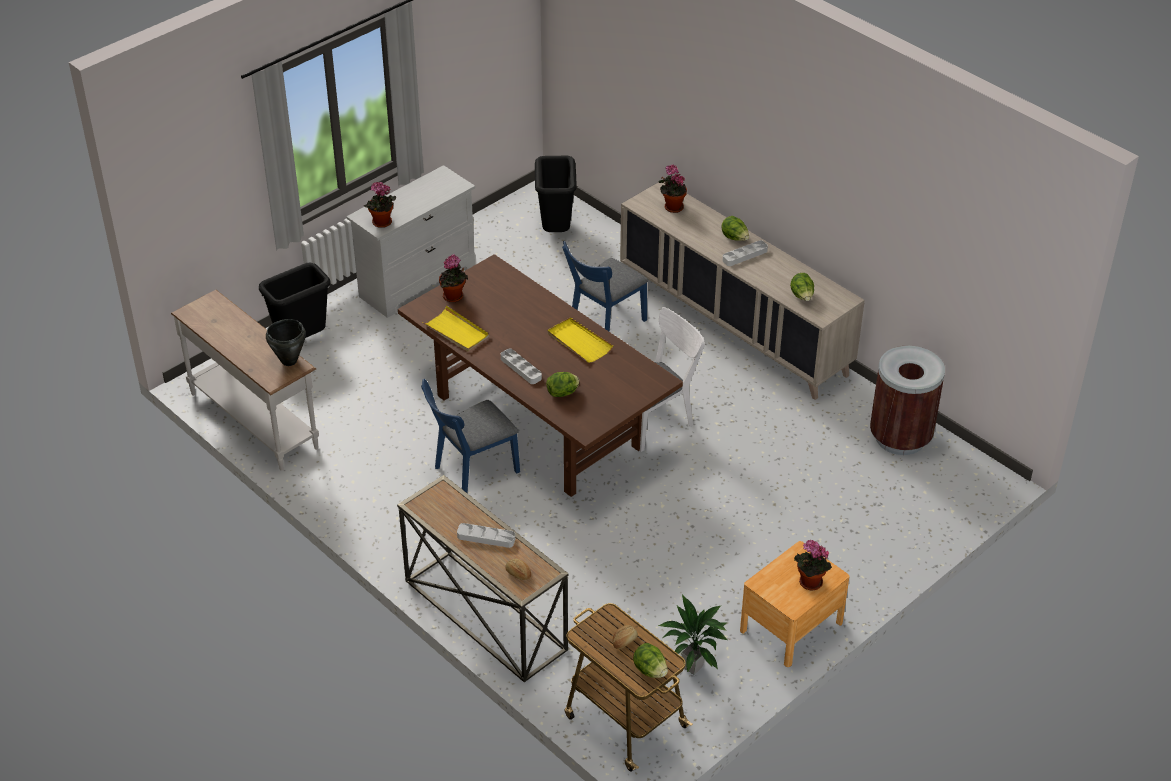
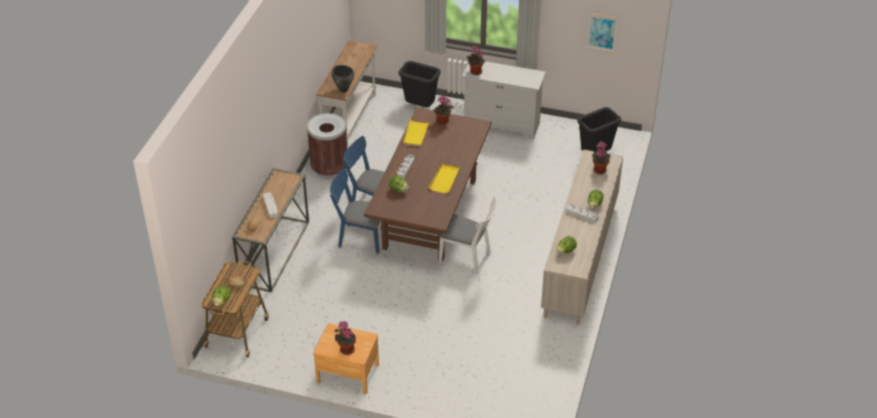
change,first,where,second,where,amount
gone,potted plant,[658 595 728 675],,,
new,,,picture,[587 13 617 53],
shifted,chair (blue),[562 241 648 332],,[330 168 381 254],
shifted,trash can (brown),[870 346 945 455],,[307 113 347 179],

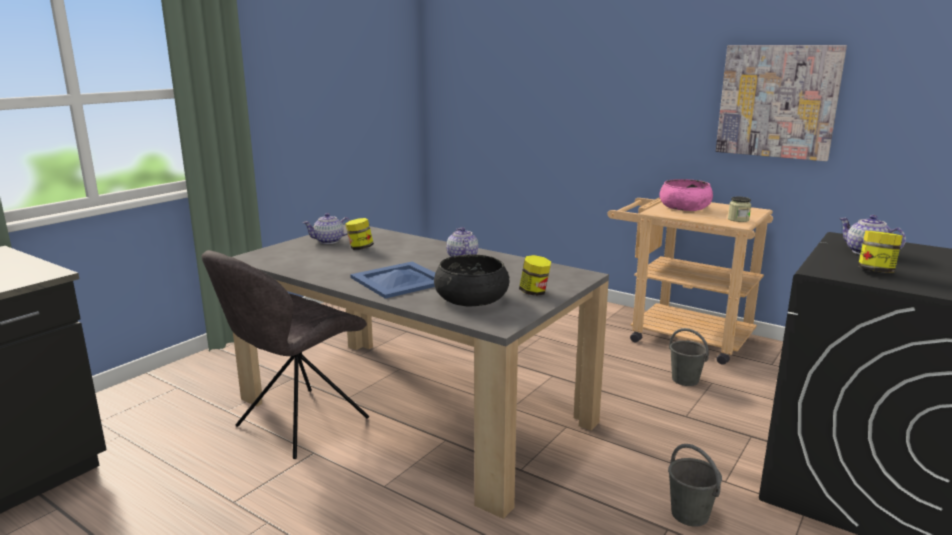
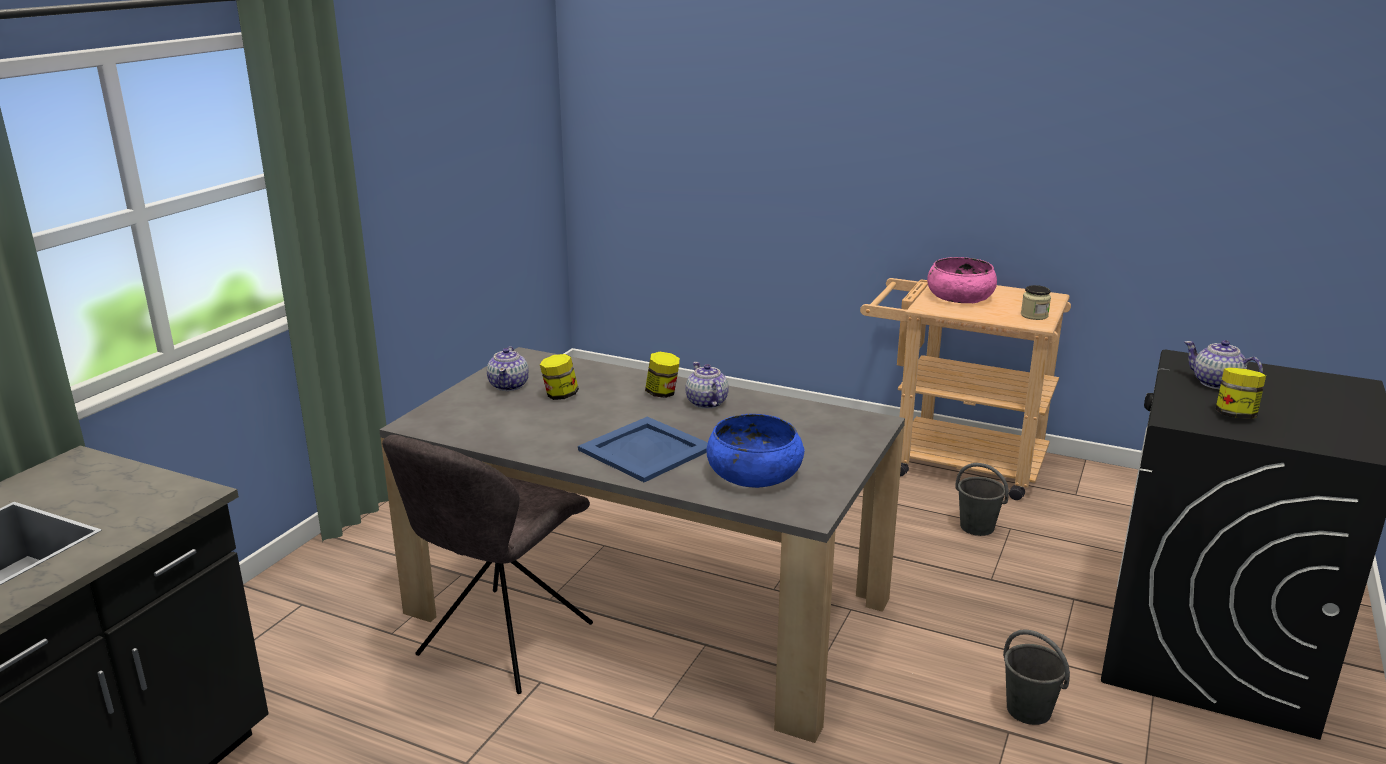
change,first,where,second,where,amount
gone,picture,[716 45 847 161],,,
shifted,jar,[519 255 551 296],,[645 352 680 398],
repainted,bowl (black),[434 254 509 306],bowl (blue),[707 414 805 488],
rotated,teapot,[302 213 351 244],,[487 346 529 391],60 degrees counterclockwise

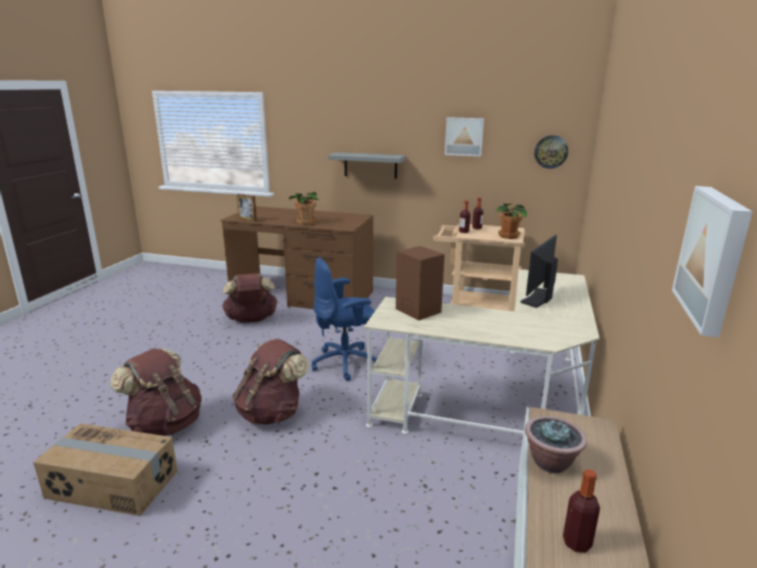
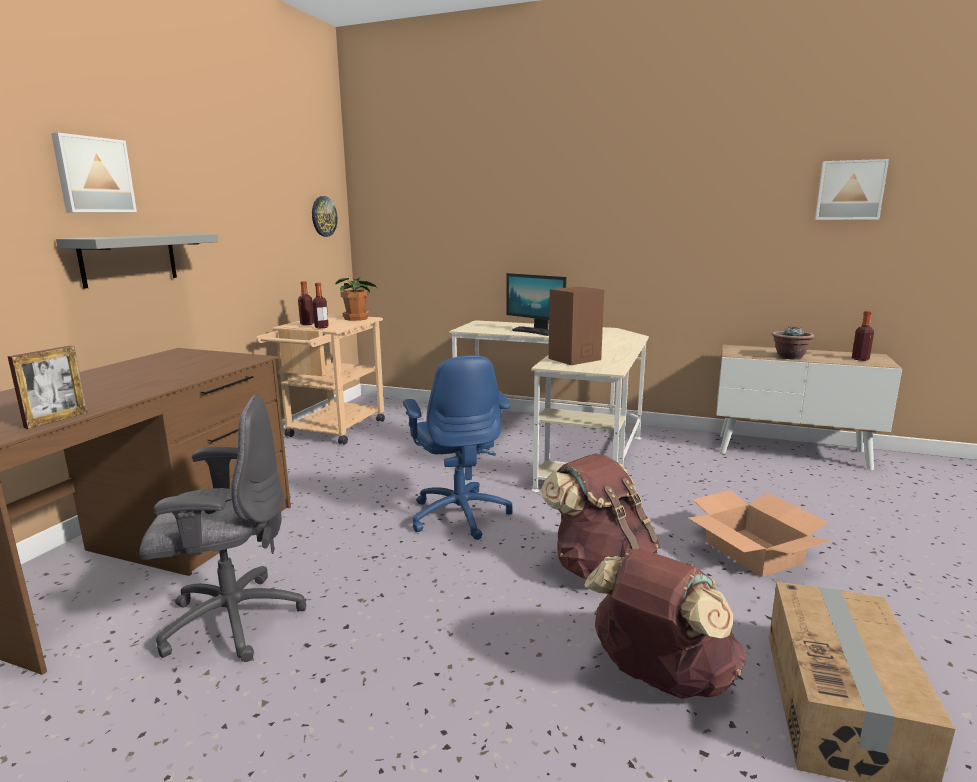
change,first,where,second,where,amount
gone,potted plant,[289 192 320 225],,,
new,,,cardboard box,[688 490 831 577],
shifted,picture,[445 117 484 156],,[51 133 137 212],
swapped,backpack (brown),[222 273 278 323],office chair (grey),[139 395 306 662],

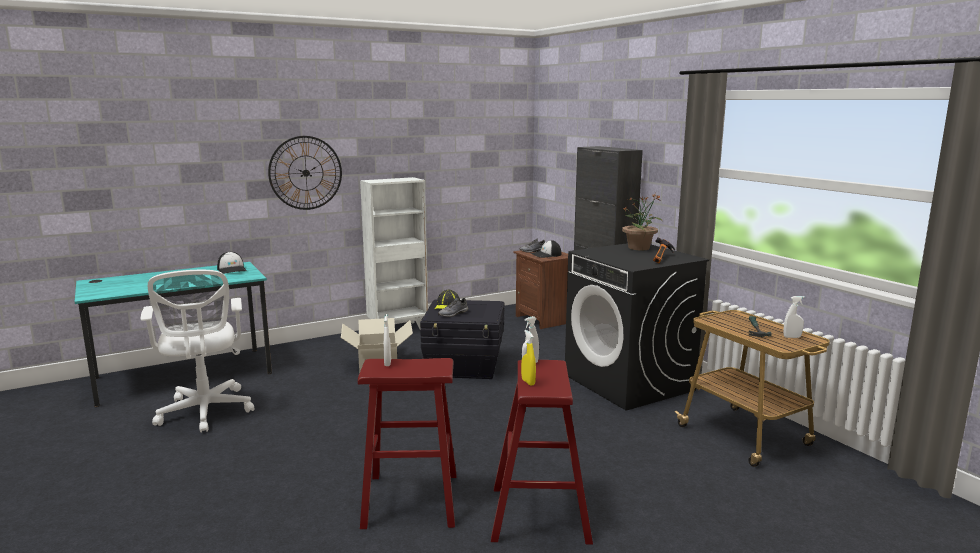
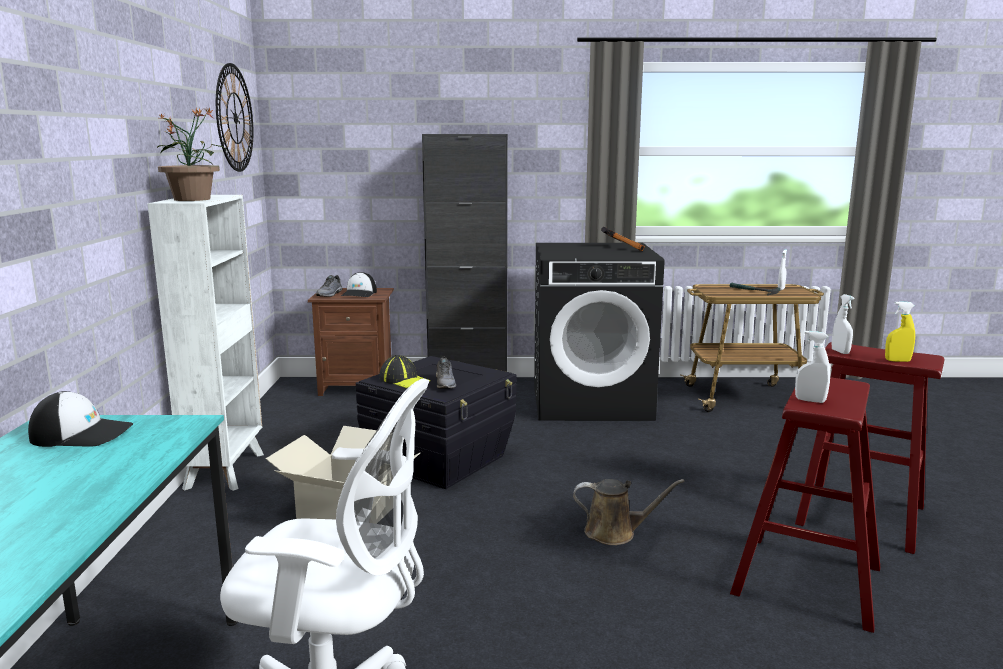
change,first,where,second,where,amount
new,,,watering can (brown),[573 479 684 545],
shifted,wall clock,[268 136 342 210],,[216 63 253 172],
shifted,potted plant,[622 195 662 250],,[157 107 227 201],

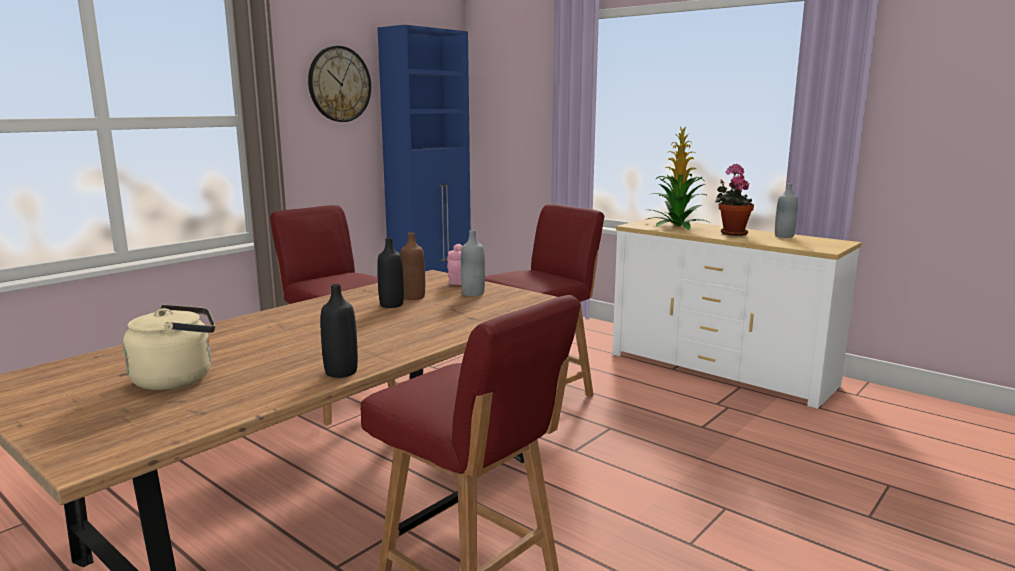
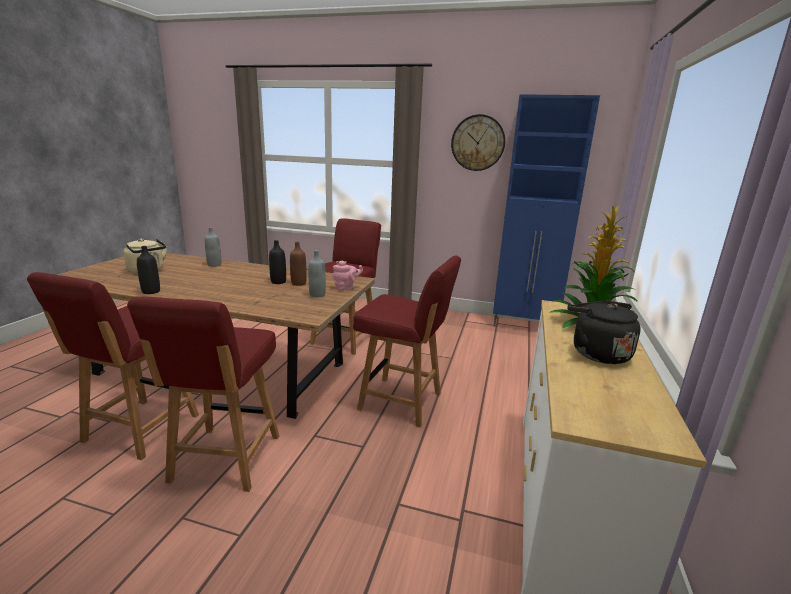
change,first,where,second,where,amount
new,,,chair (red),[127 296 279 492],
shifted,bottle (grey),[775 183 798 238],,[205 227 221 267],
swapped,potted plant,[715 164 754 236],kettle (black),[567 301 641 364],

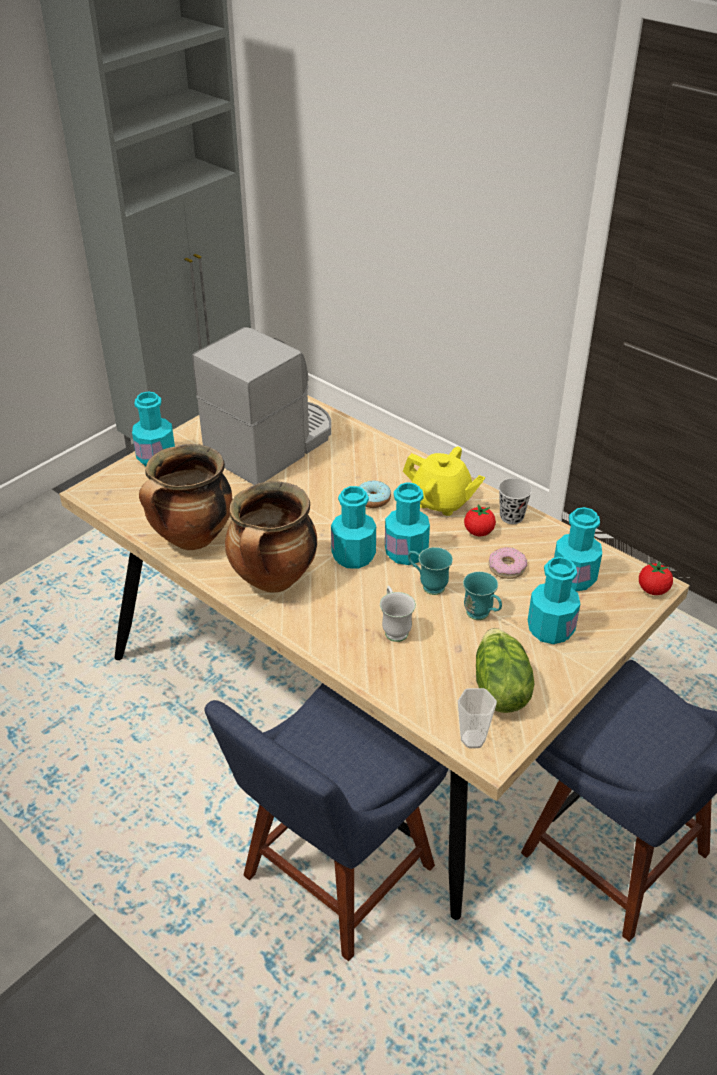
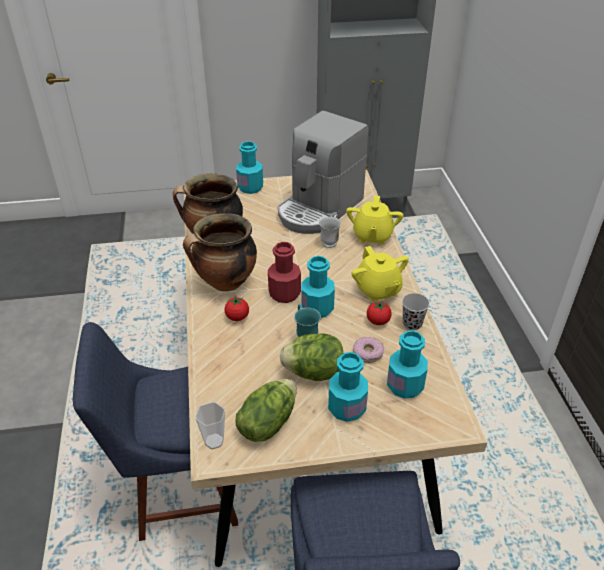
change,first,where,second,where,amount
gone,donut,[359 481 391 508],,,
new,,,teapot (yellow),[346 195 404 244],
shifted,mug (white),[380 586 416 642],,[319 214 341 248],
shifted,tomato,[639 561 673 595],,[224 296 249 321],
swapped,mug (turquoise),[463 571 502 620],lettuce,[280 333 343 381],
repainted,bottle (turquoise),[331 486 376 569],bottle (red),[268 242 301 303],
rotated,coffee machine,[192 327 331 485],,[278 110 369 234],135 degrees clockwise

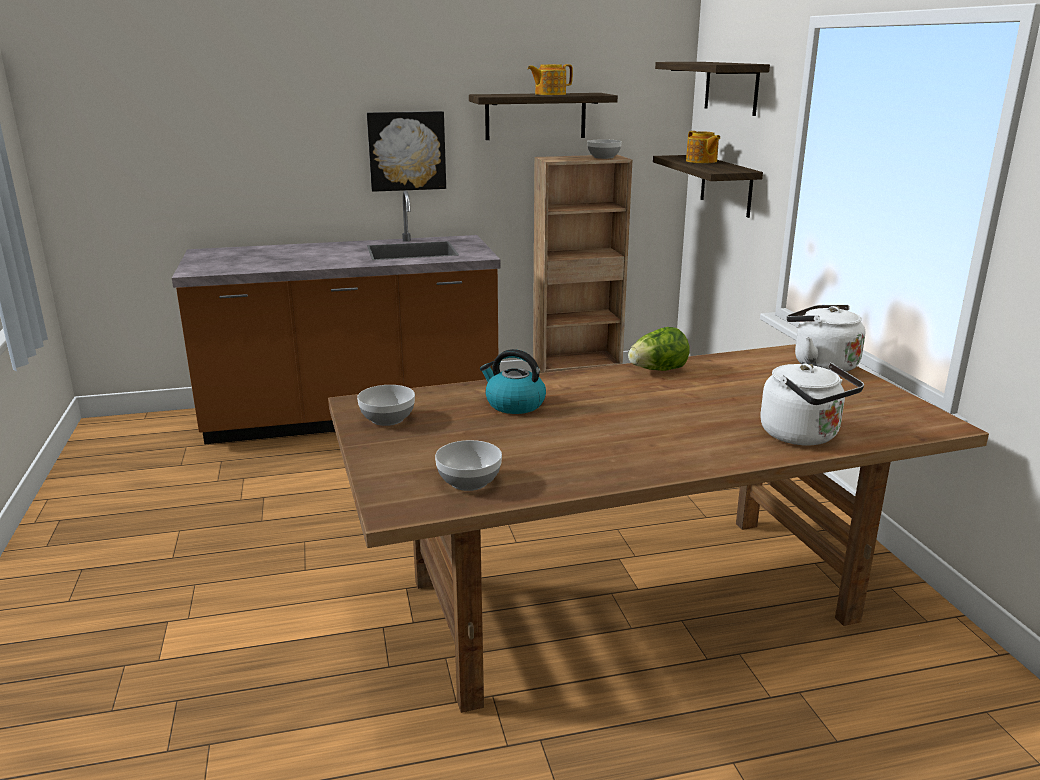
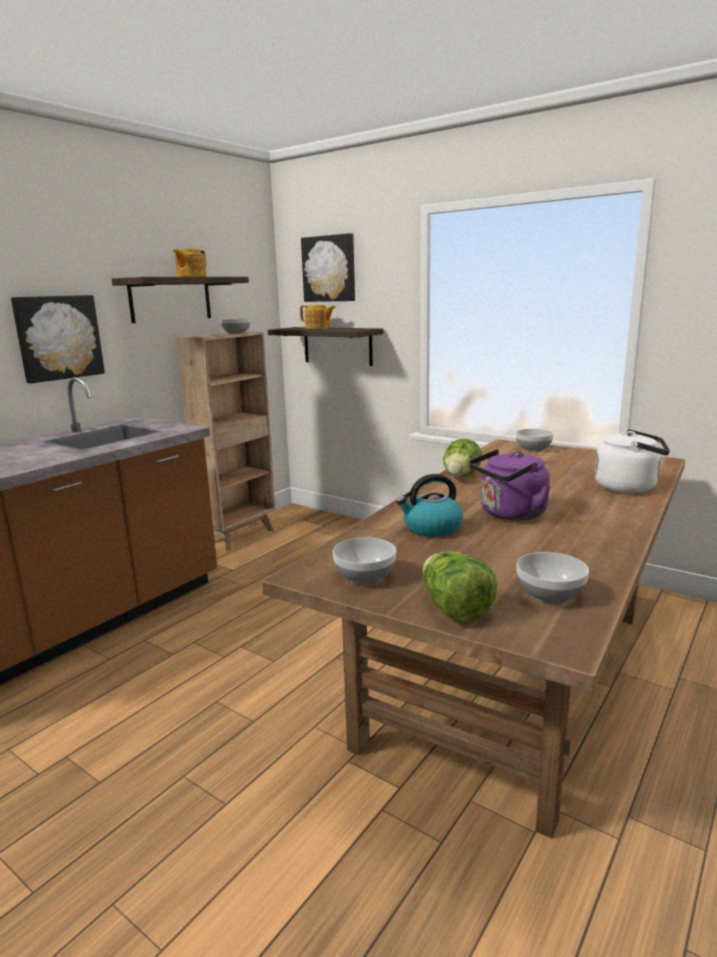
change,first,where,second,where,amount
new,,,lettuce,[423 551 497 623],
new,,,kettle (purple),[469 449 550 521],
swapped,shelf,[655 62 770 116],picture,[301 233 355 302],
swapped,kettle (white),[787 305 865 372],bowl,[516 429 554 452],

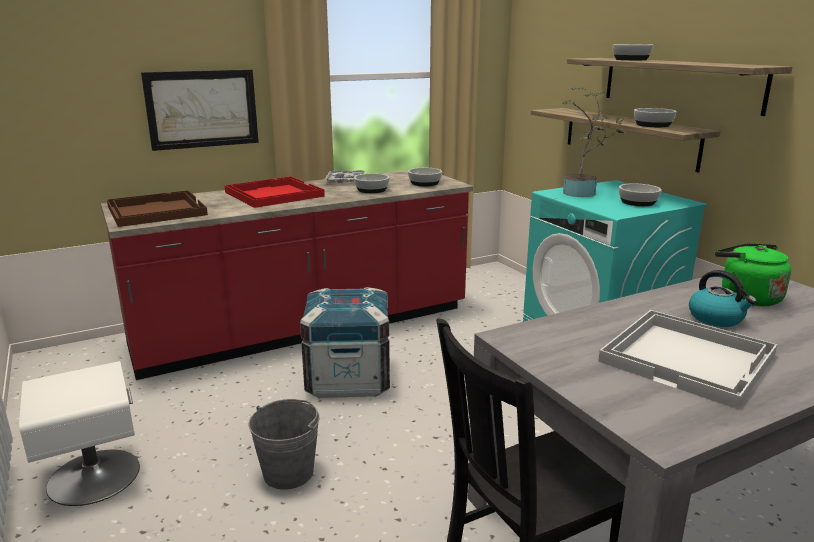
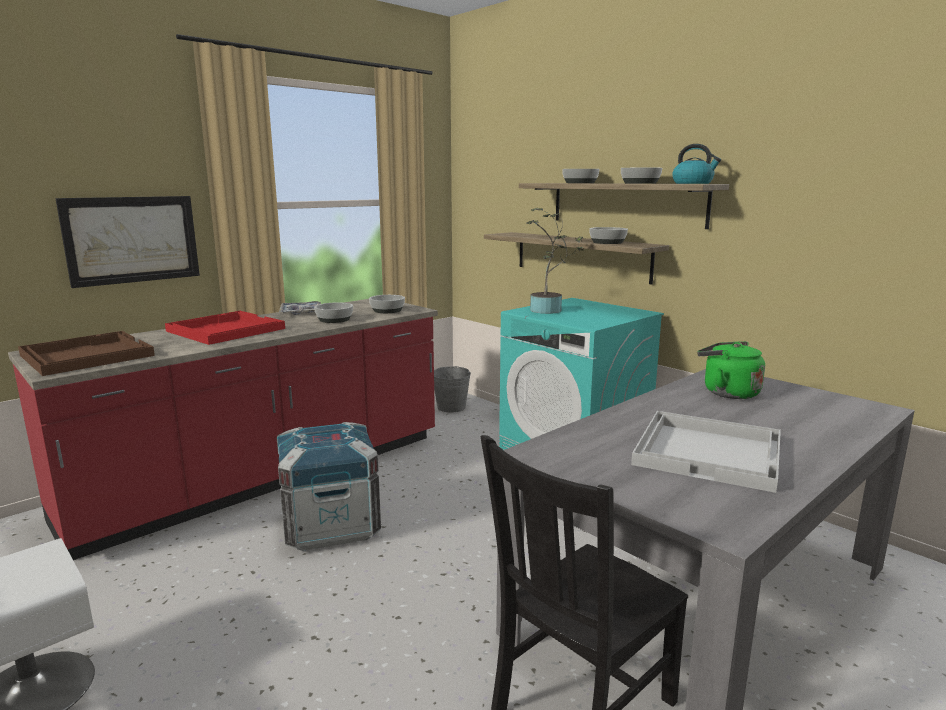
change,first,where,second,where,amount
shifted,bucket (grey),[249 399 320 490],,[434 366 471 412],
shifted,bowl,[619 183 662 206],,[621 167 662 184],
shifted,kettle,[689 270 756 327],,[672 144 721 184],

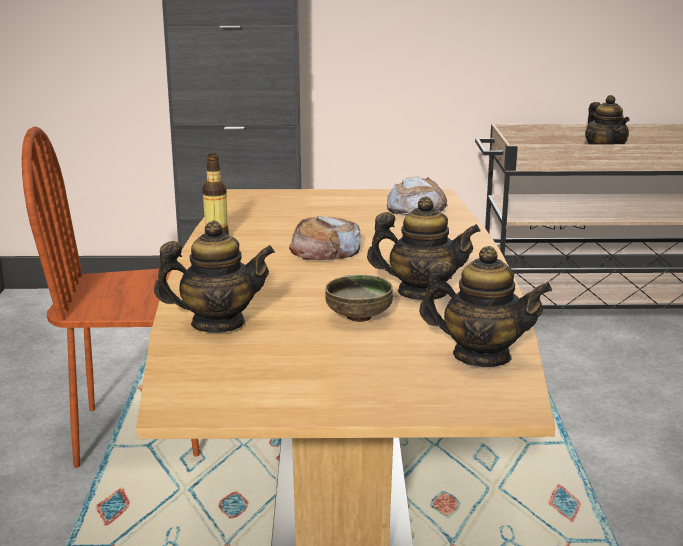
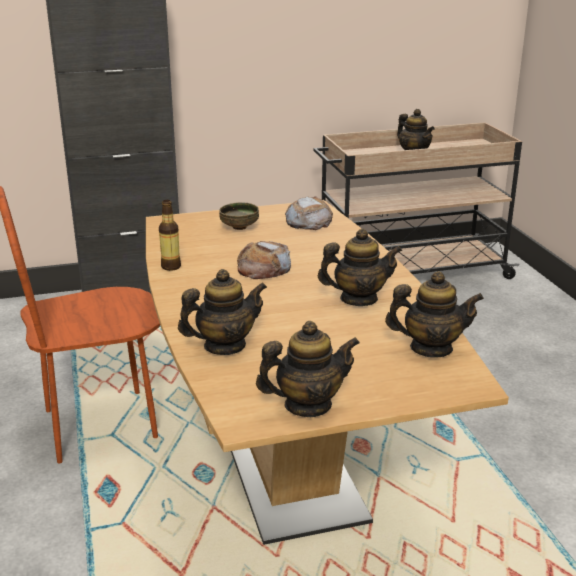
change,first,where,second,where,amount
new,,,teapot,[256 321 360 417],
shifted,bowl,[325 275 393 322],,[219 202 259 230],

